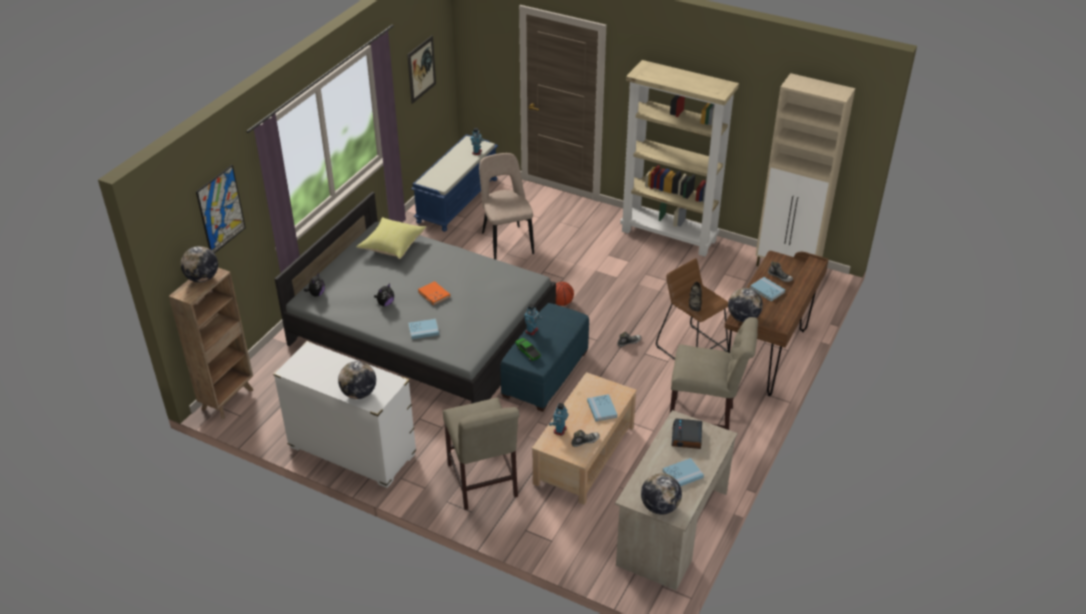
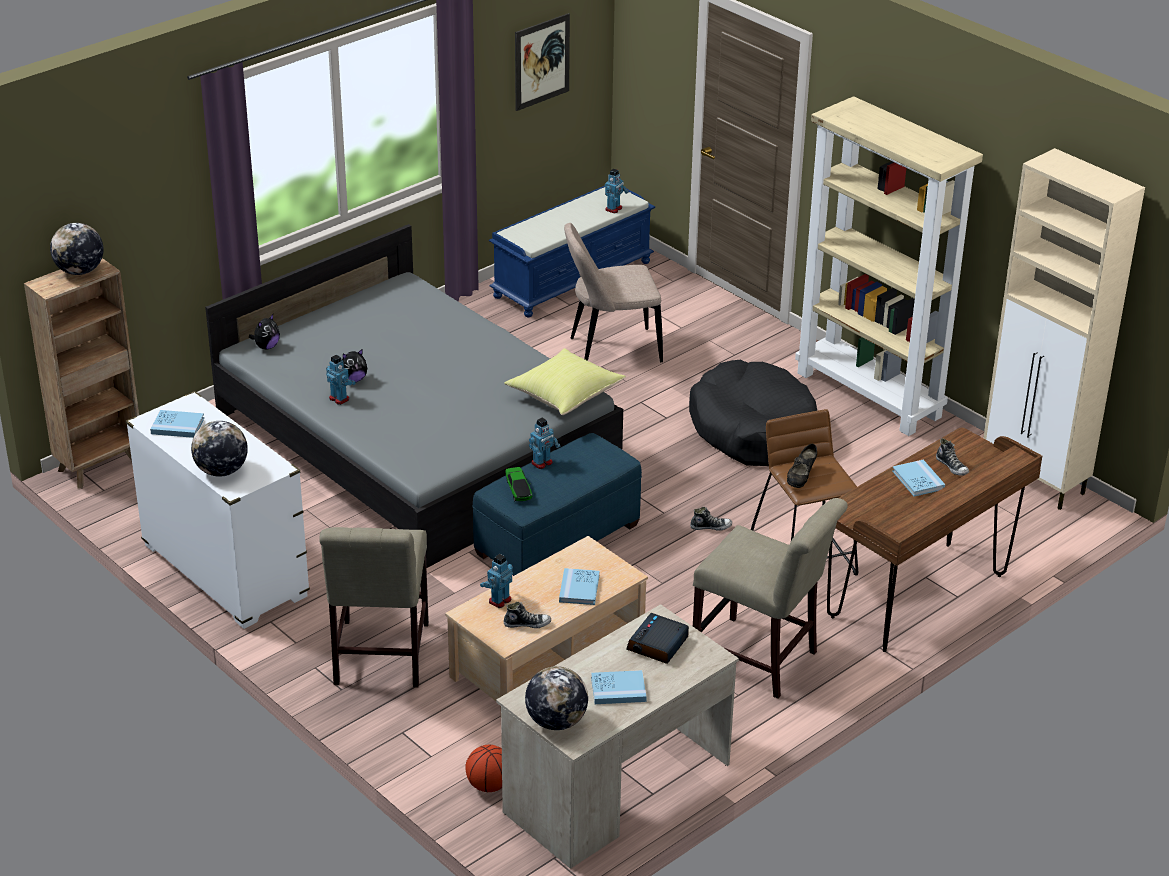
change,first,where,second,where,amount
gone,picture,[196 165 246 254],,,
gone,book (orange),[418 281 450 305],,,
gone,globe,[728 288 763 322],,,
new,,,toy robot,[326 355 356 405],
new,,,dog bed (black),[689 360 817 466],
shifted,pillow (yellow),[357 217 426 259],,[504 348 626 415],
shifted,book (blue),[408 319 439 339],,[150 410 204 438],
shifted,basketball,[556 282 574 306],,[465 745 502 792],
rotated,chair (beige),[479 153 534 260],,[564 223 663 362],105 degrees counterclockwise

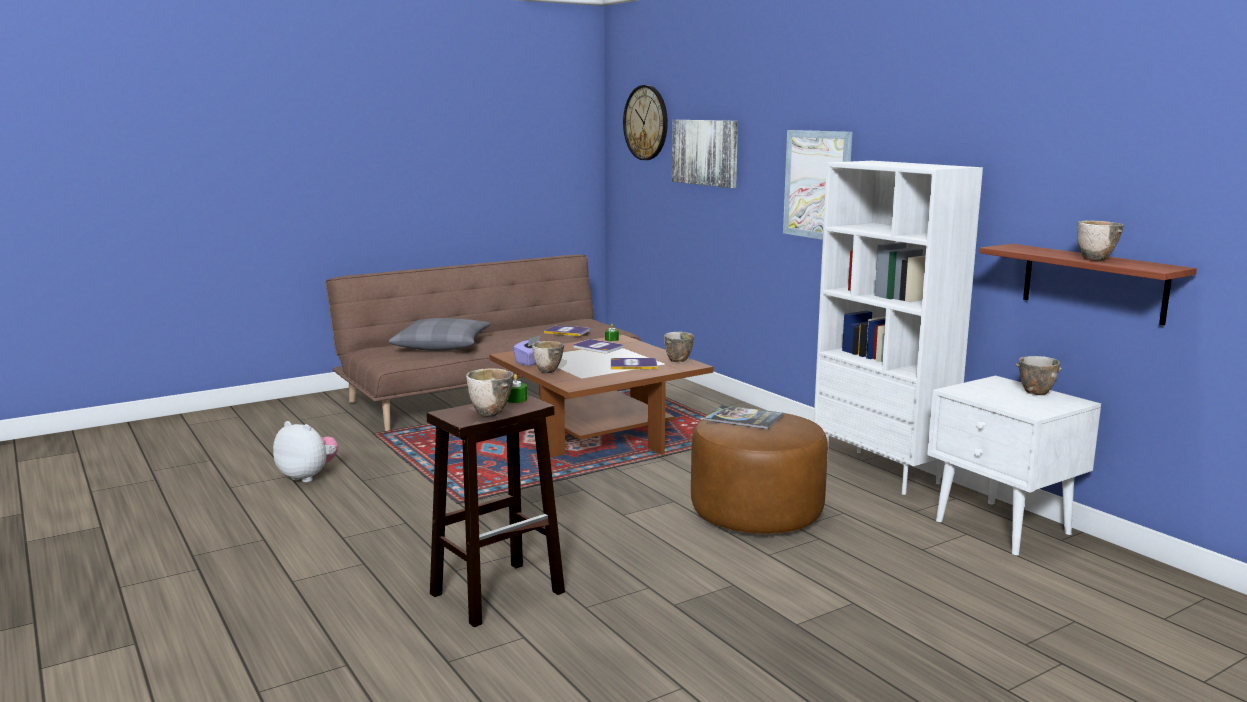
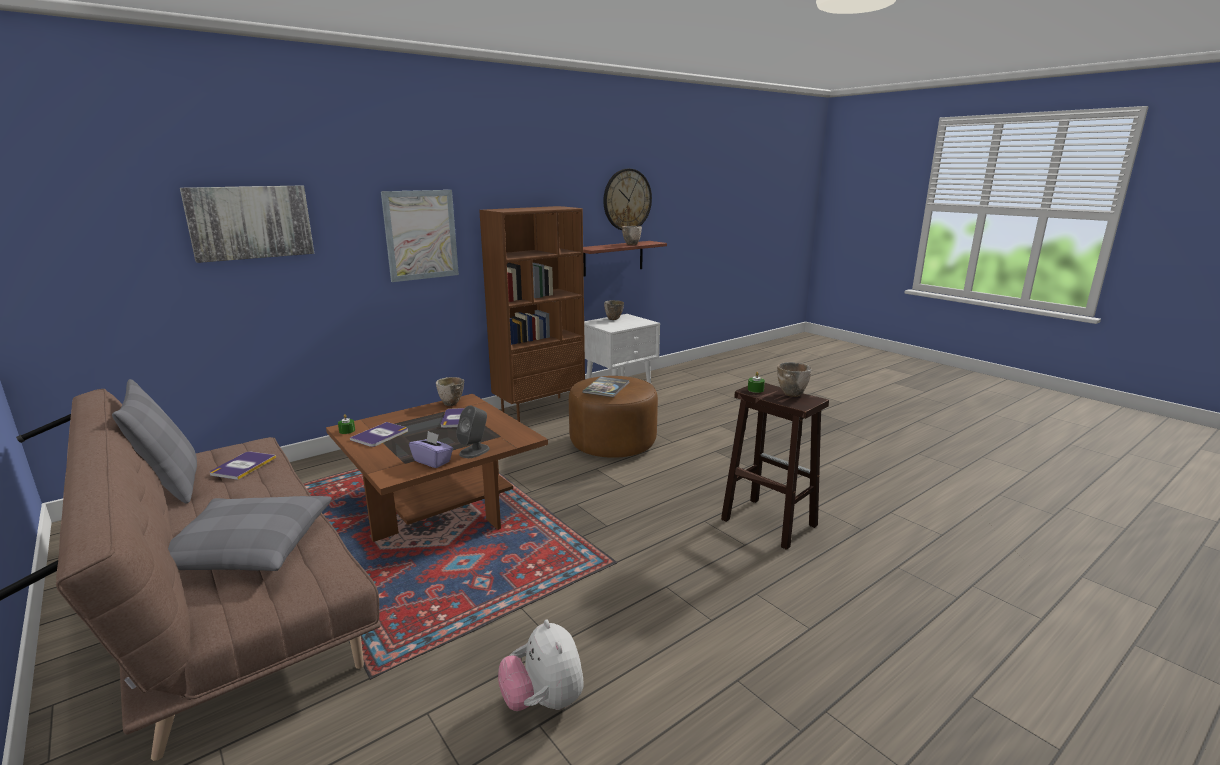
change,first,where,second,where,amount
new,,,pillow (grey),[112 379 197 504],
shifted,wall clock,[623 85 668 160],,[604 169 652 230],
swapped,bowl,[532 341 564 373],speaker (grey),[456 406 490 458],
repainted,bookcase (white),[814 161 983 495],bookcase (brown),[479 206 585 422],
rotated,plush toy,[273 421 338 482],,[498 619 584 711],45 degrees counterclockwise

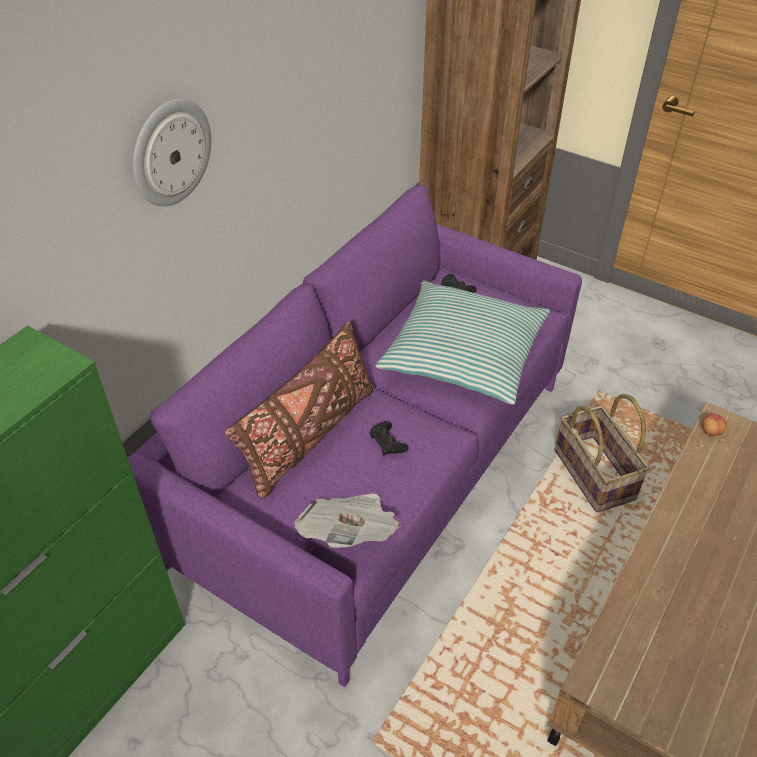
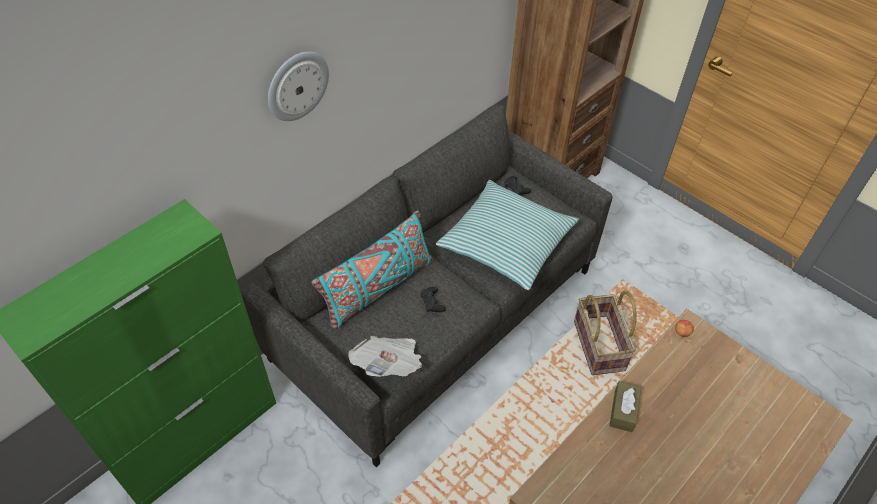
change,first,where,second,where,amount
new,,,tissue box (brown),[610 381 641 432],
repainted,sofa (purple),[128 185 582 687],sofa (grey),[241 105 612 467],
repainted,pillow (brown),[224 321 374 499],pillow (turquoise),[312 210 433 329],

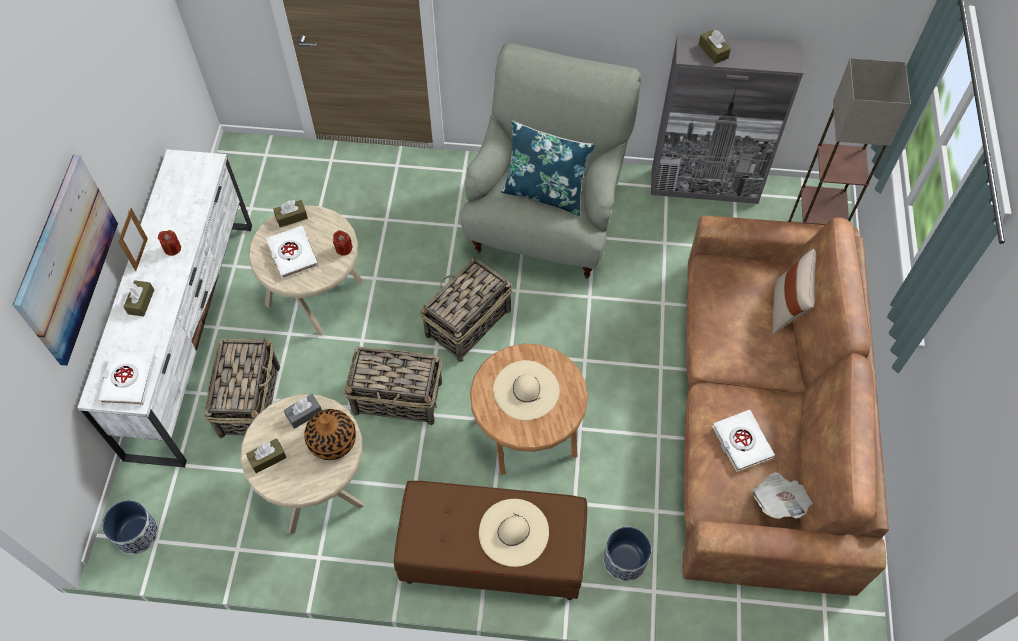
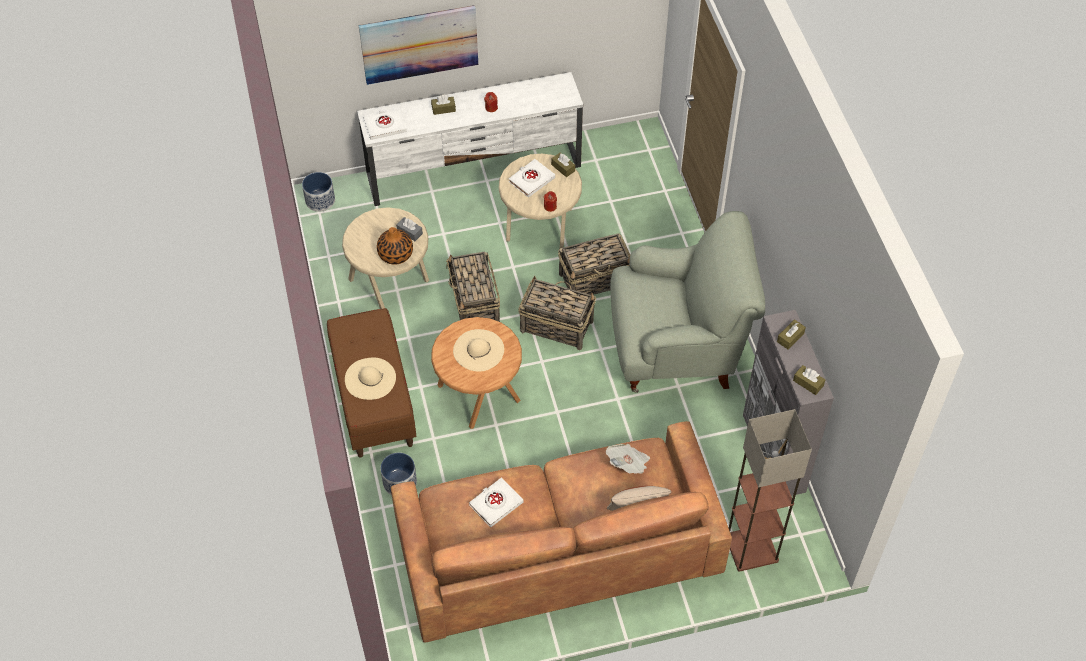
change,first,where,second,where,amount
gone,picture frame,[118 208 148 271],,,
gone,pillow (blue),[501 121 595 216],,,
shifted,basket,[204 338 280 438],,[558 233 630 295],
shifted,tissue box (brown),[246 438 287 473],,[793 365 825 395],
shifted,newspaper,[751 472 813 519],,[606 444 650 474],

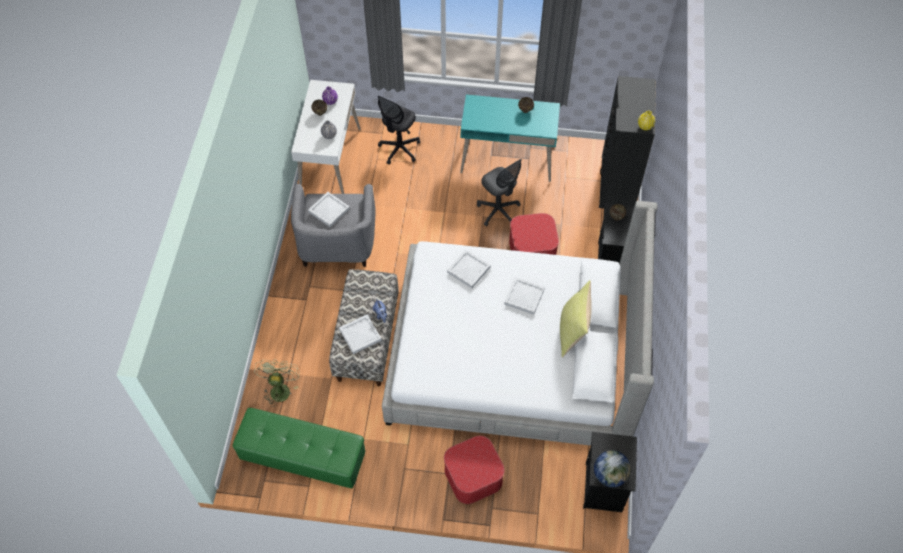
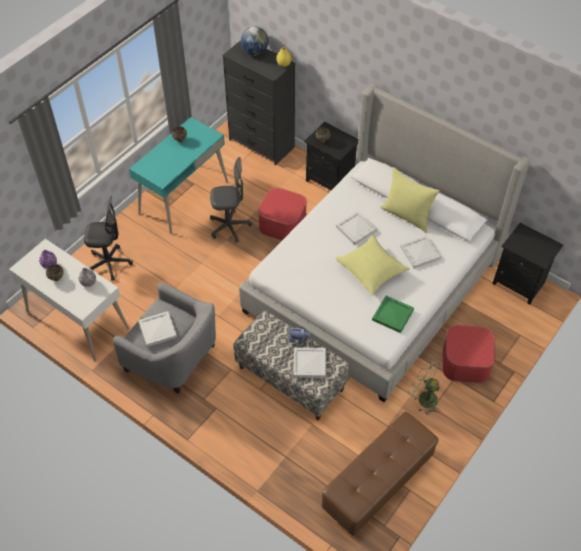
change,first,where,second,where,amount
new,,,pillow (yellow),[336 235 410 296],
new,,,tray (green),[372 296 414 333],
shifted,fan (green),[254 359 300 407],,[408 360 440 415],
shifted,tray (white),[447 249 491 288],,[400 235 441 268],
shifted,globe,[594 450 631 487],,[241 26 269 56],
repainted,ottoman (green),[233 408 365 488],ottoman (brown),[322 412 439 536],
rotated,office chair (black),[378 96 420 165],,[84 195 133 281],60 degrees counterclockwise

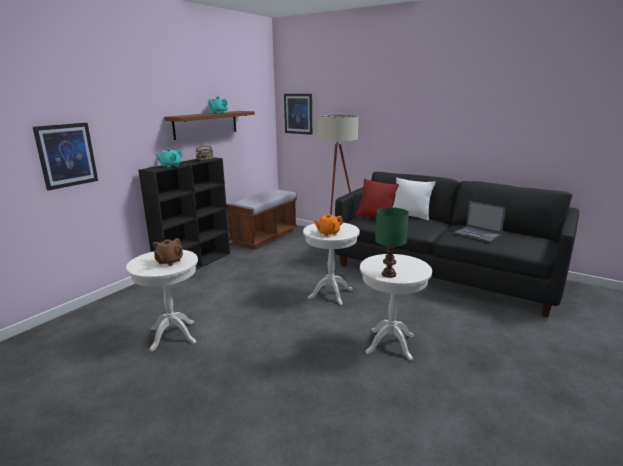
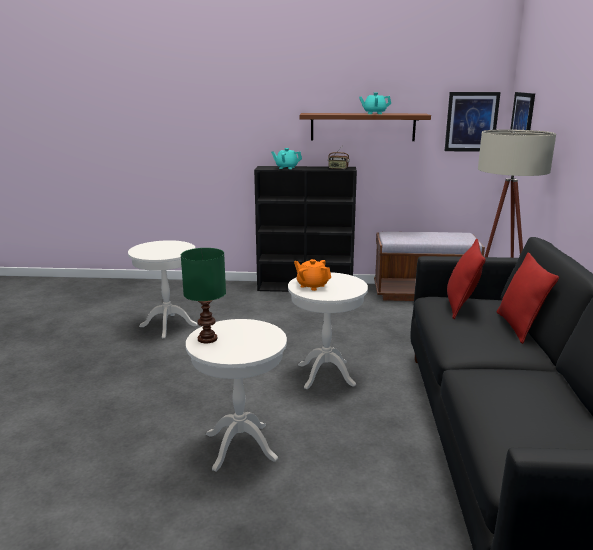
change,first,where,second,where,amount
gone,teapot (brown),[153 238 183 266],,,
gone,laptop,[454 201 506 242],,,
shifted,picture,[33 123 98 191],,[445 92 500 152],
repainted,pillow (white),[393 178 435 221],pillow (red),[497 252 559 344],

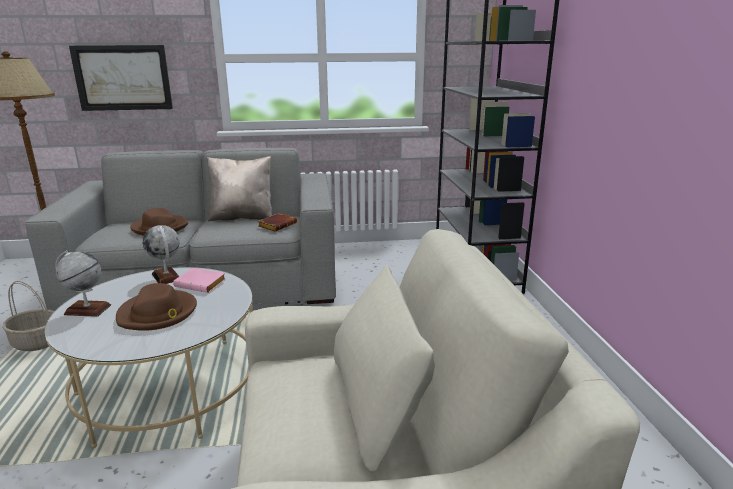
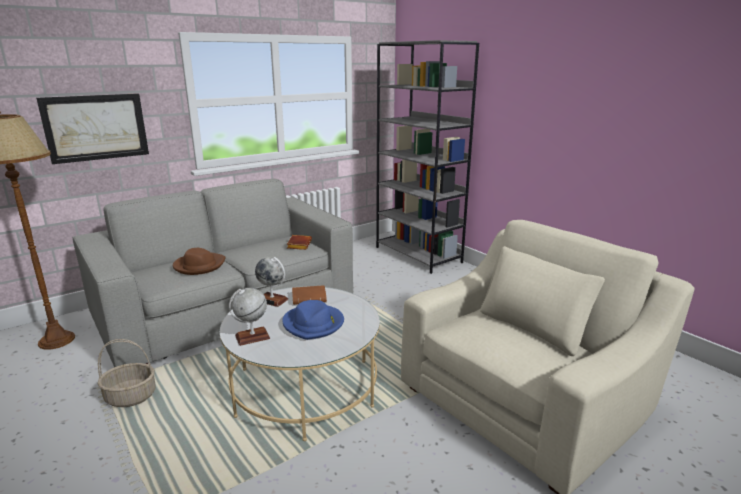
change,first,where,second,where,amount
gone,pillow (beige),[207 156 272 221],,,
repainted,hat (brown),[116 283 197 331],hat (blue),[282 300 344 340],
repainted,book (pink),[173 268 226 293],book (brown),[292 285 327 305],

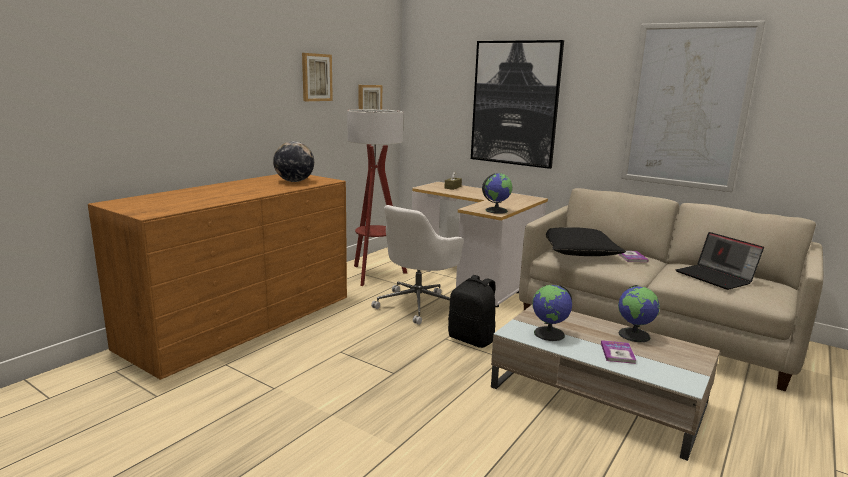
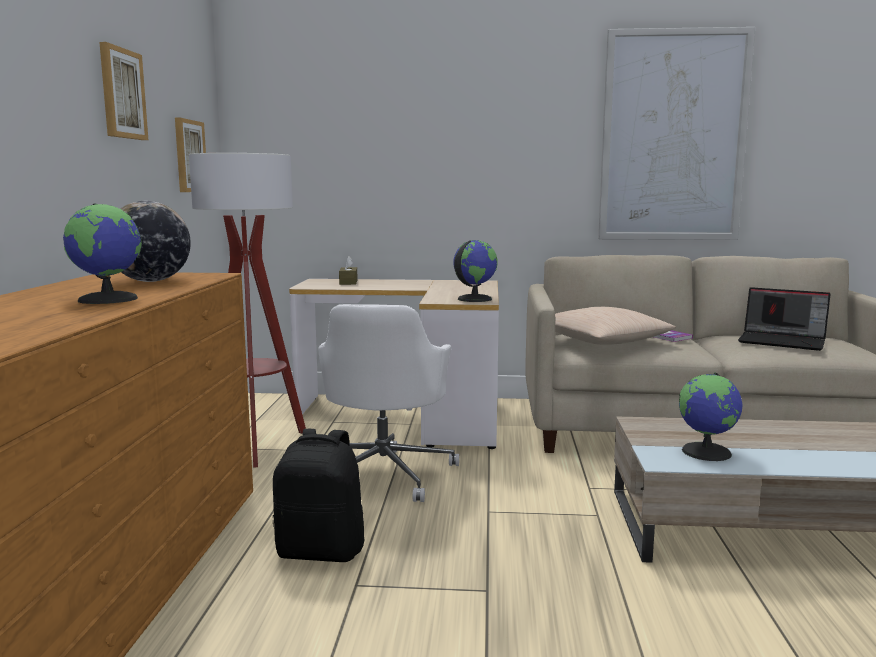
change,first,where,second,where,amount
gone,picture,[471 40 564 169],,,
gone,book,[601 340 636 364],,,
shifted,backpack (black),[448 275 496 348],,[273 429 365 562],
shifted,globe,[618 285 660 342],,[63 203 142 304],
repainted,pillow (black),[546 227 626 256],pillow (beige),[555 307 676 345],

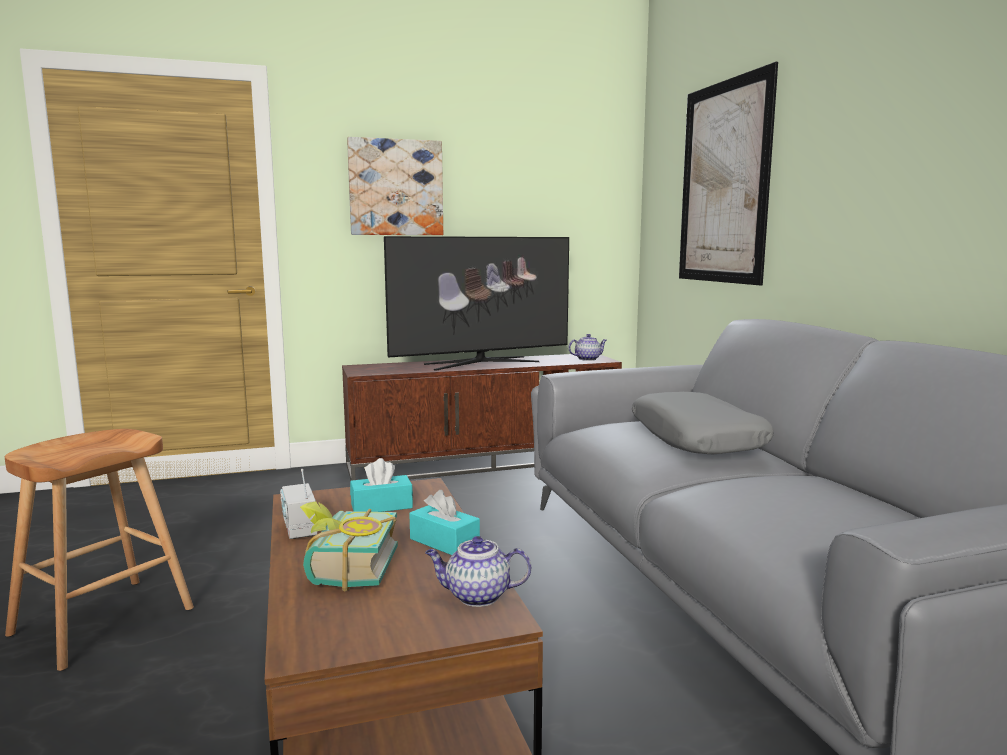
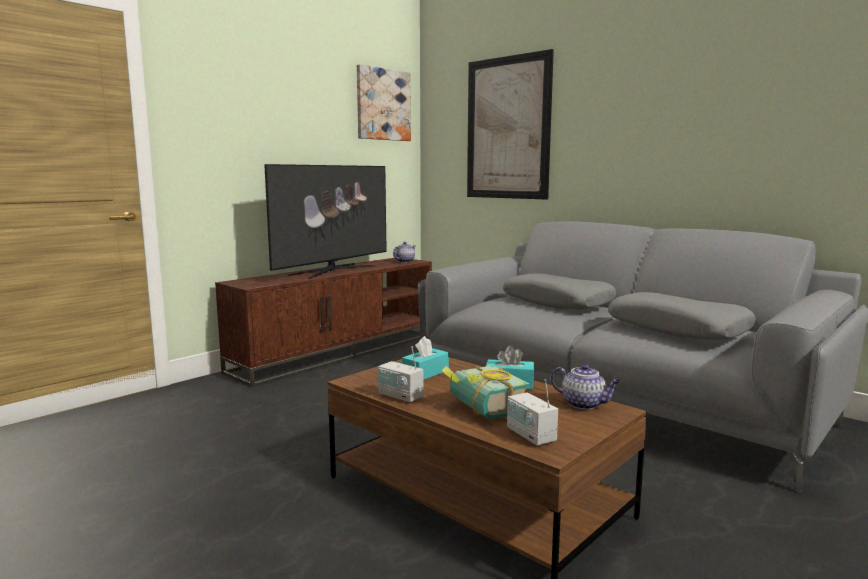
change,first,where,second,where,amount
gone,stool (brown),[5 429 194 671],,,
new,,,radio,[507 379 558 446],
new,,,pillow (grey),[608 292 756 340],
shifted,picture,[347 137 443 235],,[357 64 411 141],
rotated,teapot,[425 536 531 607],,[551 364 621 410],120 degrees counterclockwise

